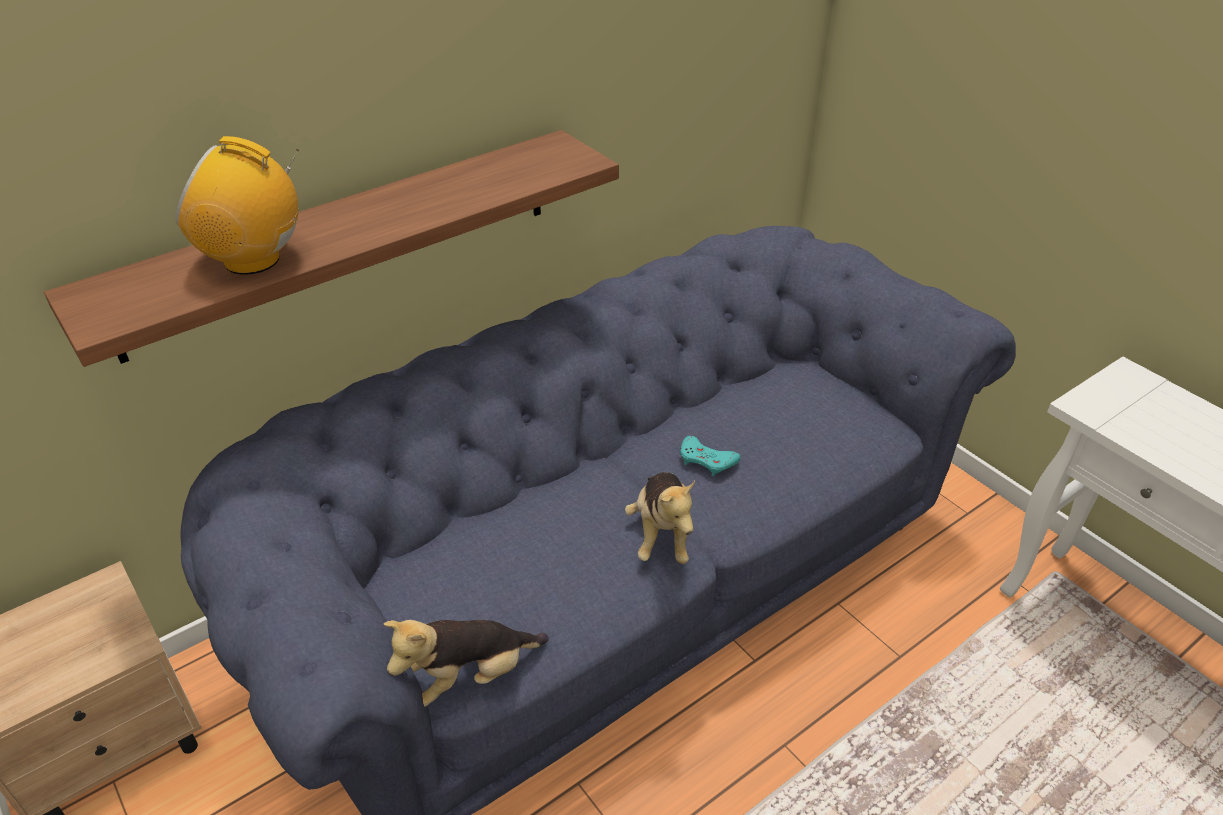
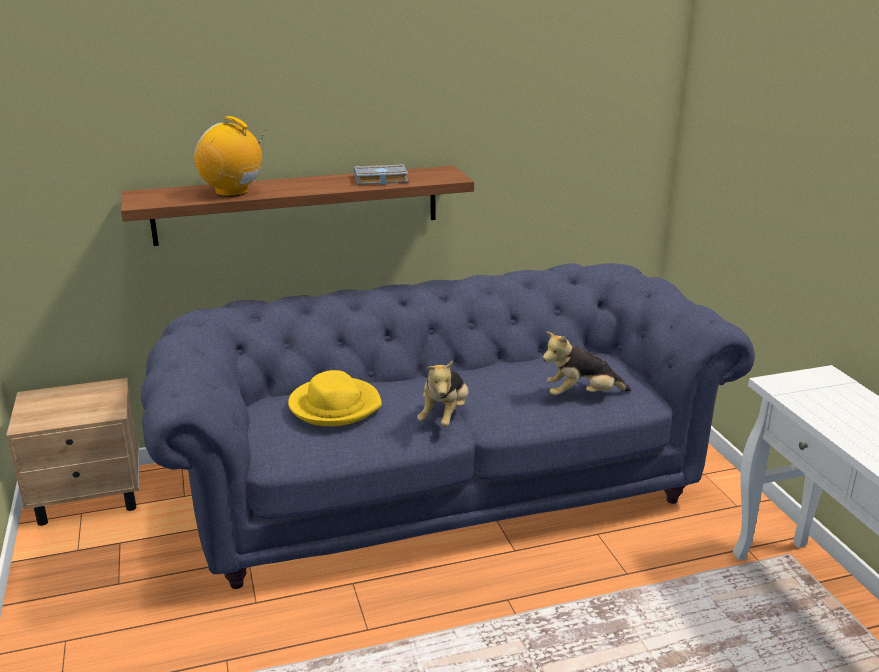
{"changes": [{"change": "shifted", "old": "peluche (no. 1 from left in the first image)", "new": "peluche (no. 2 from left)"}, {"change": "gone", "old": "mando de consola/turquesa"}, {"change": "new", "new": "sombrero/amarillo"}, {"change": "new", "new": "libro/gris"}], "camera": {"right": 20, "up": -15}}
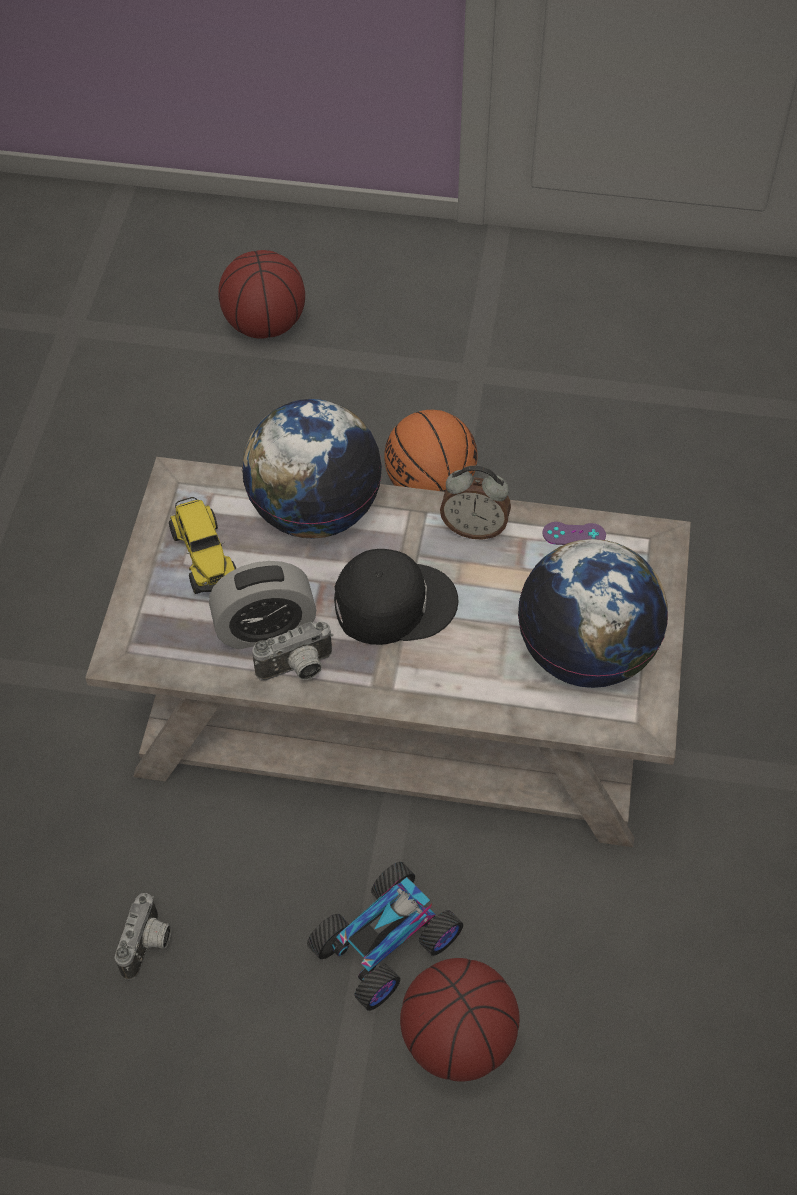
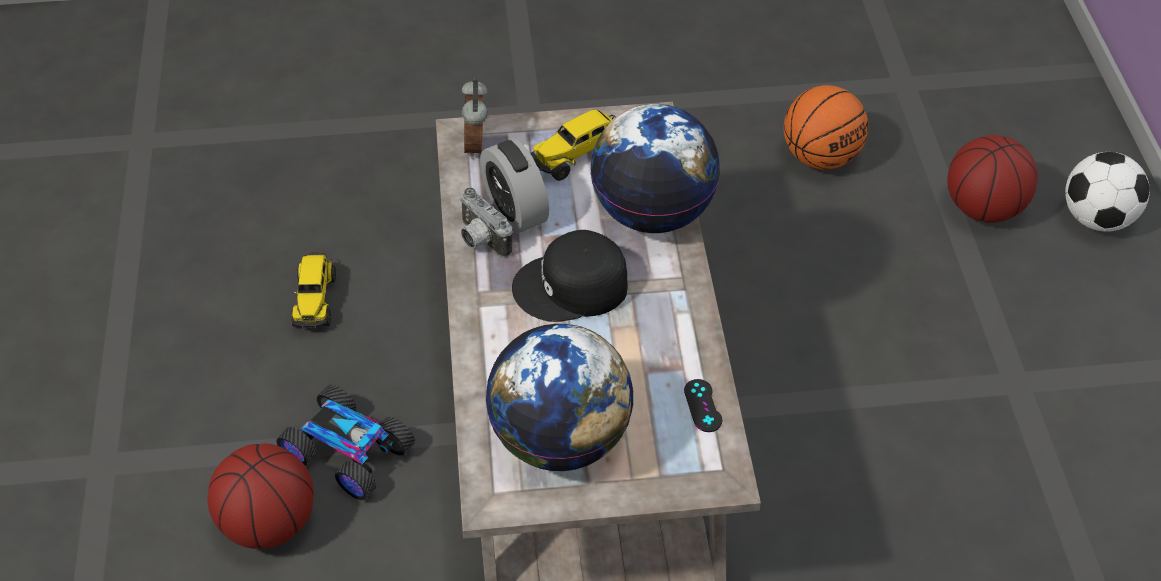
{"changes": [{"change": "swapped", "old": "cámara (no. 1 from left)", "new": "camión de juguete (no. 1 from left)"}, {"change": "rotated", "old": "gorra/negro", "degrees": 105}, {"change": "shifted", "old": "balón de baloncesto (no. 2 from left)"}, {"change": "shifted", "old": "despertador (no. 2 from left in the first image)", "new": "despertador (no. 1 from left)"}, {"change": "repainted", "old": "mando de consola/morado", "new": "mando de consola/negro"}, {"change": "new", "new": "balón de fútbol"}], "camera": {"right": 75, "up": -5}}
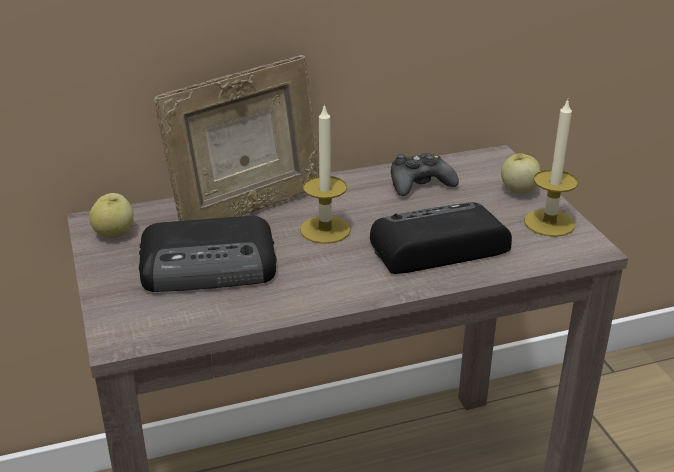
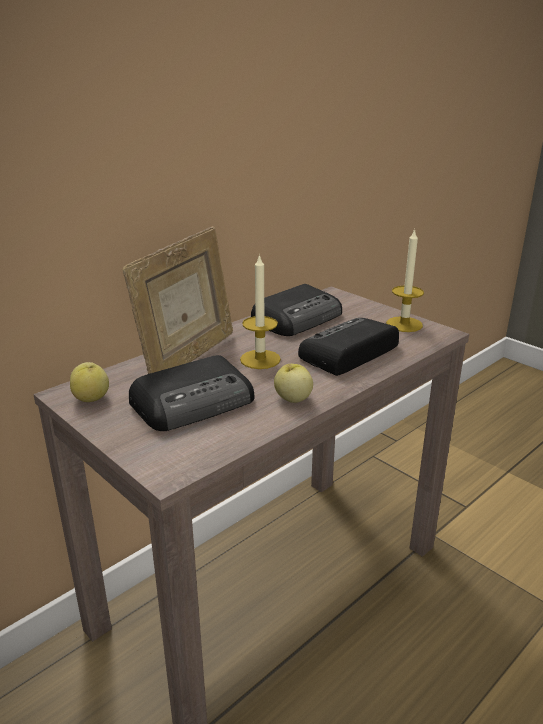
{"changes": [{"change": "swapped", "old": "mando de consola/negro", "new": "radio (no. 2 from left)"}, {"change": "shifted", "old": "manzana (no. 2 from left)"}], "camera": {"right": -25, "up": -5}}
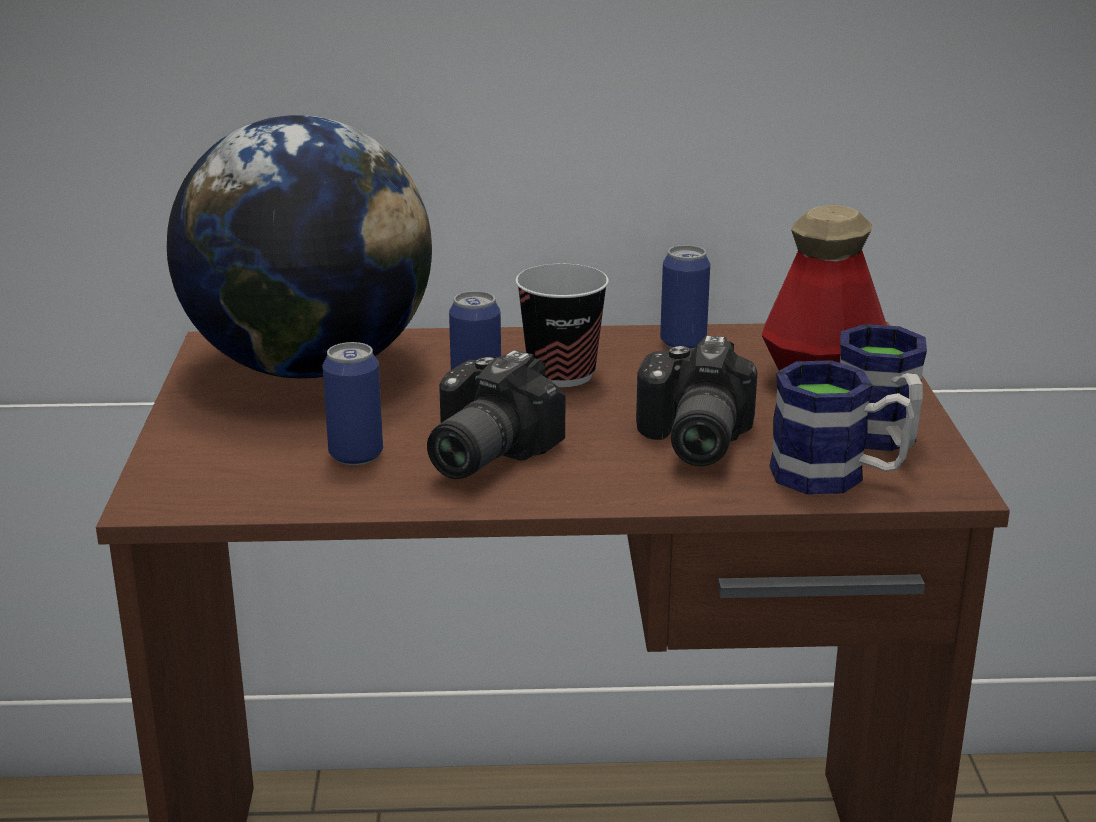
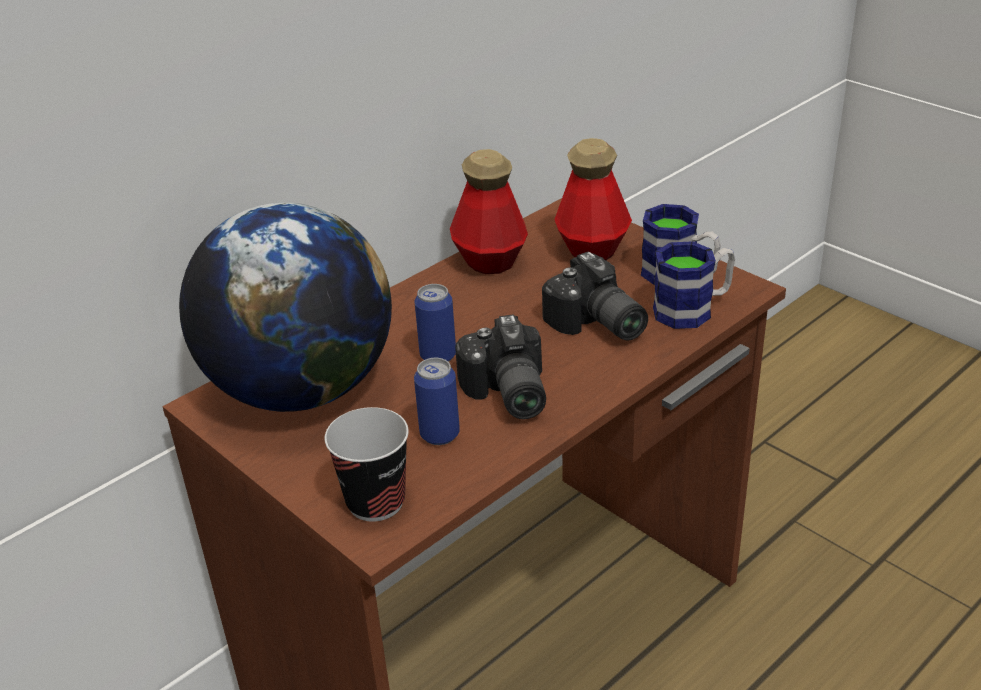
{"changes": [{"change": "shifted", "old": "taza"}, {"change": "swapped", "old": "lata (no. 3 from left)", "new": "botella (no. 1 from left)"}], "camera": {"right": -40, "up": 10}}
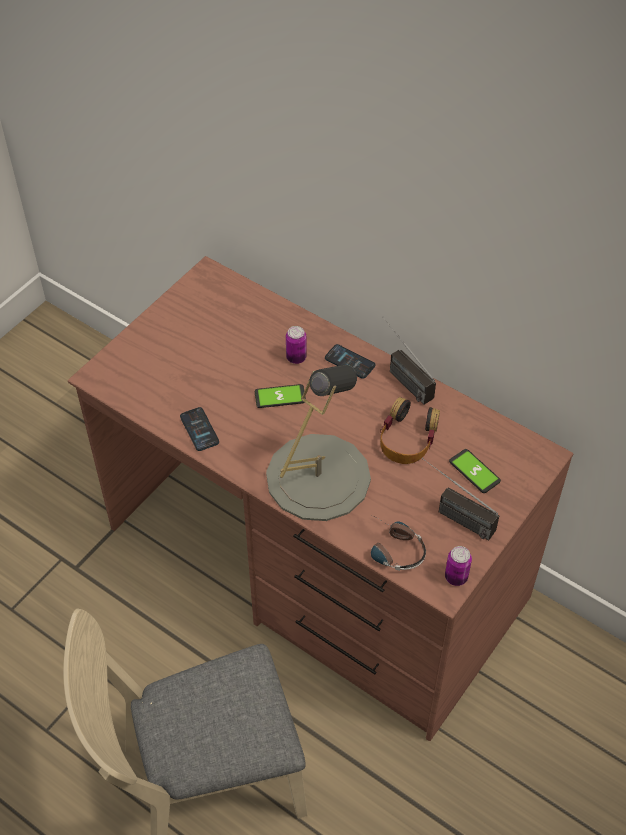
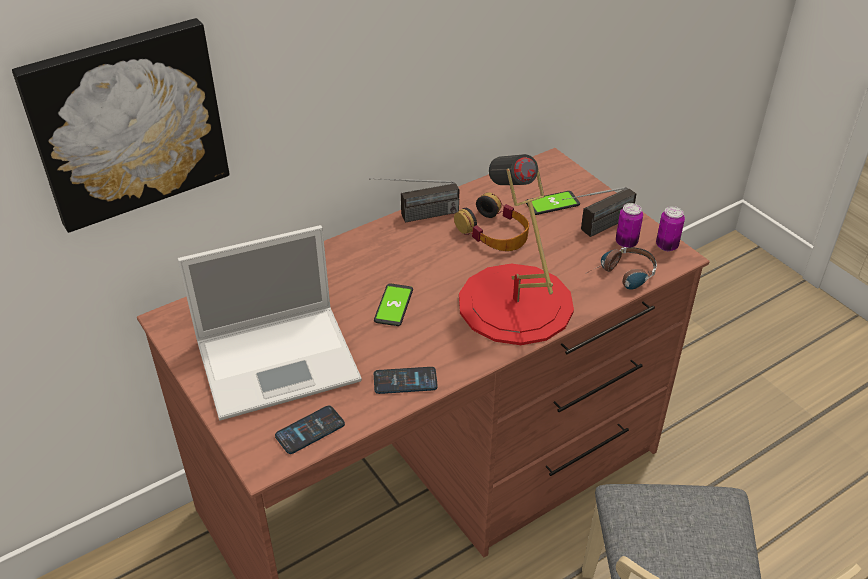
{"changes": [{"change": "repainted", "old": "lámpara de mesa/gris", "new": "lámpara de mesa/rojo"}, {"change": "shifted", "old": "lata (no. 1 from left)"}, {"change": "shifted", "old": "móvil (no. 3 from left in the first image)", "new": "móvil (no. 1 from left)"}, {"change": "new", "new": "cuadro"}, {"change": "new", "new": "portátil"}], "camera": {"right": -70, "up": -10}}
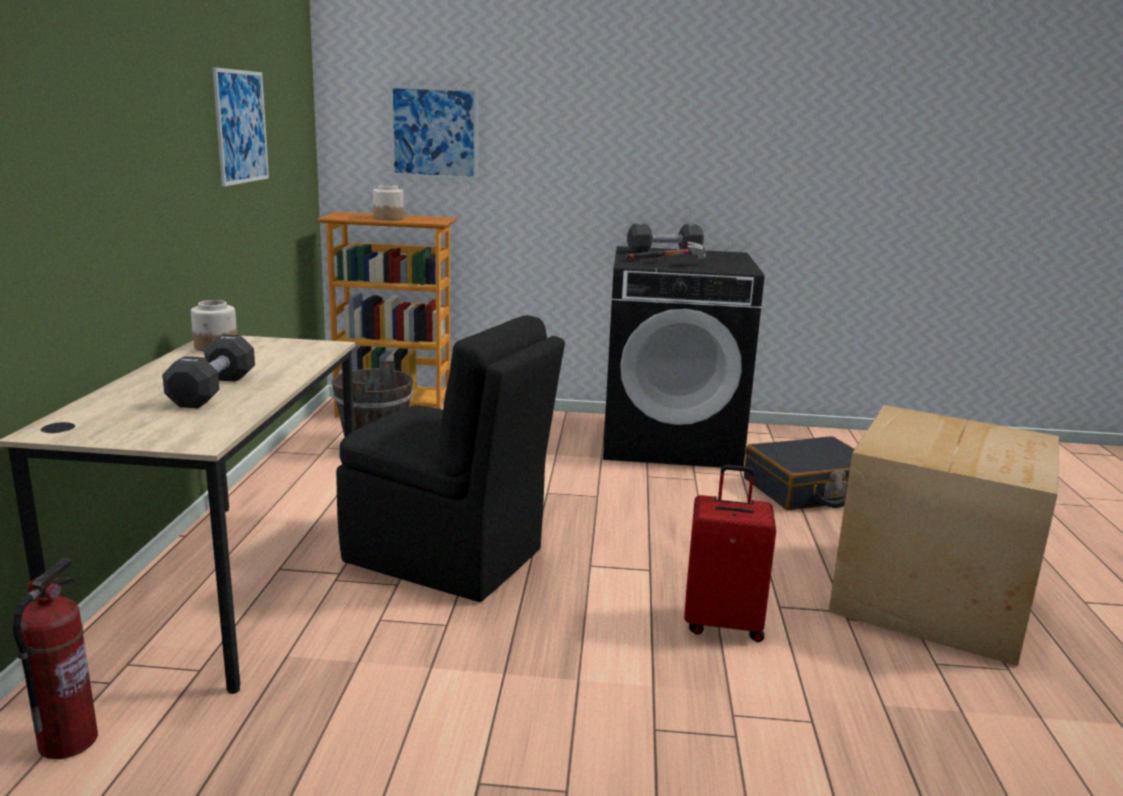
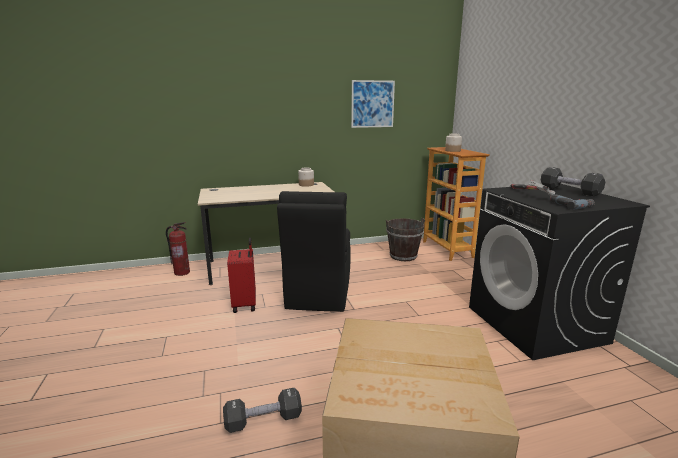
{"changes": [{"change": "shifted", "old": "mancuerna/negro (no. 1 from left)"}, {"change": "gone", "old": "cuadro (no. 2 from left)"}, {"change": "shifted", "old": "maleta/rojo"}, {"change": "gone", "old": "maleta/negro"}, {"change": "new", "new": "taladro"}], "camera": {"right": 70, "up": 0}}
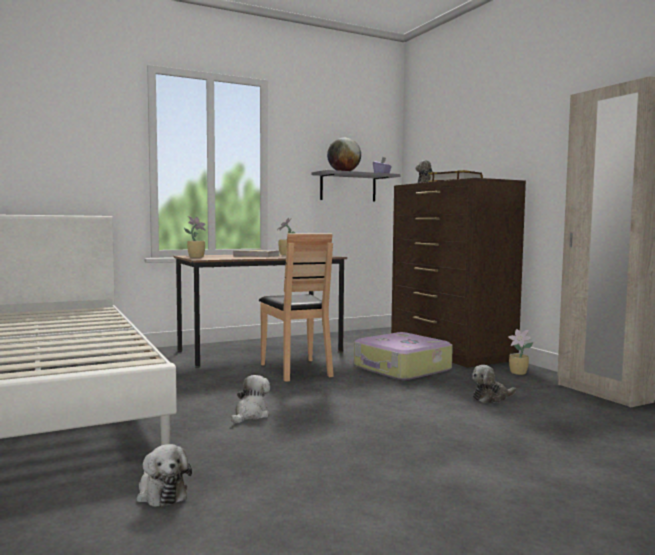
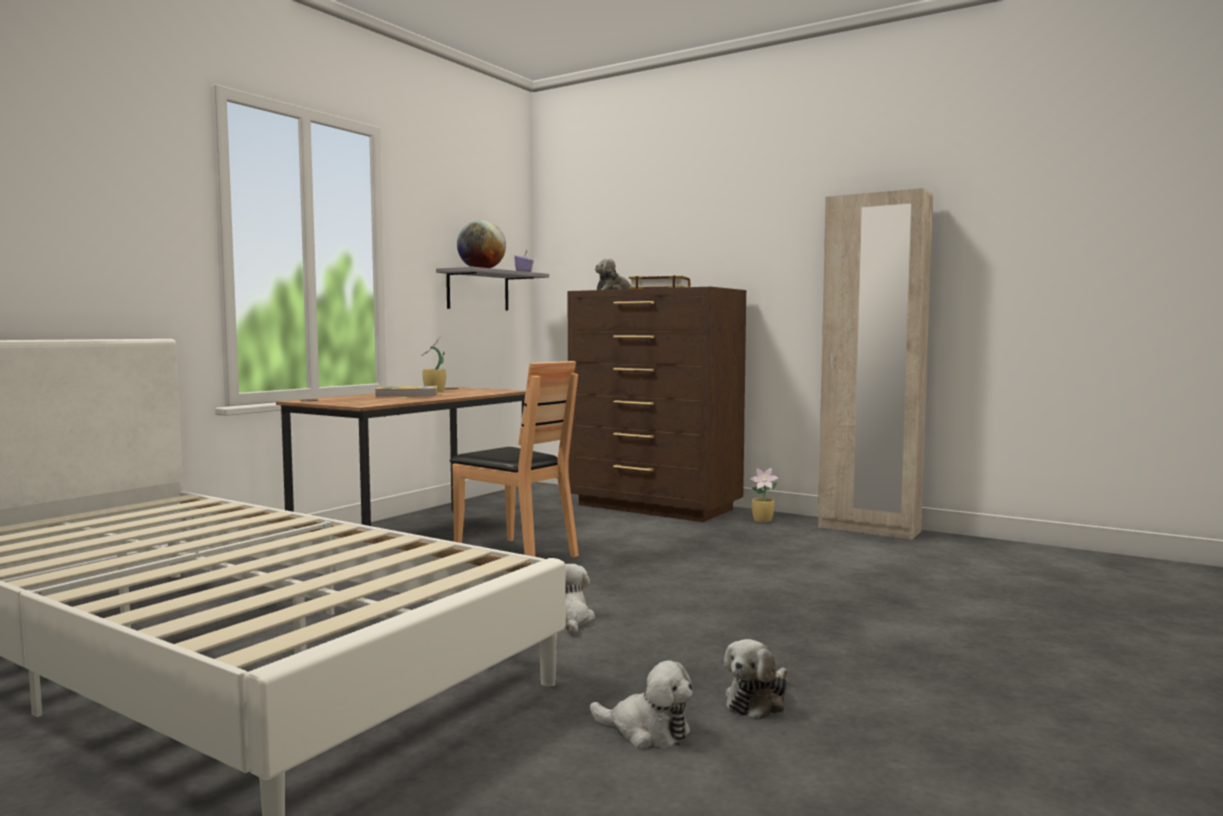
{"changes": [{"change": "gone", "old": "planta en maceta (no. 1 from left)"}, {"change": "gone", "old": "maleta"}, {"change": "shifted", "old": "peluche (no. 4 from left)"}], "camera": {"right": -30, "up": 0}}
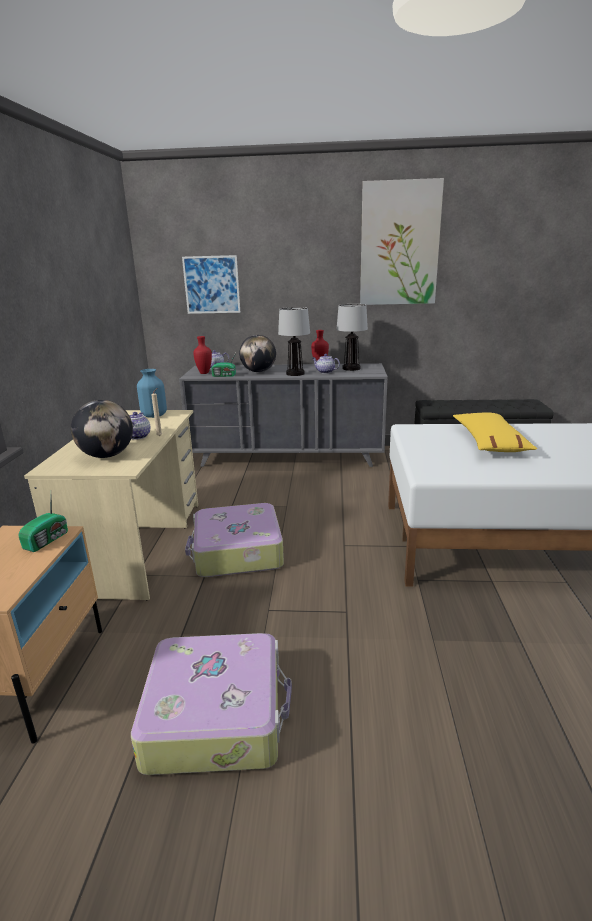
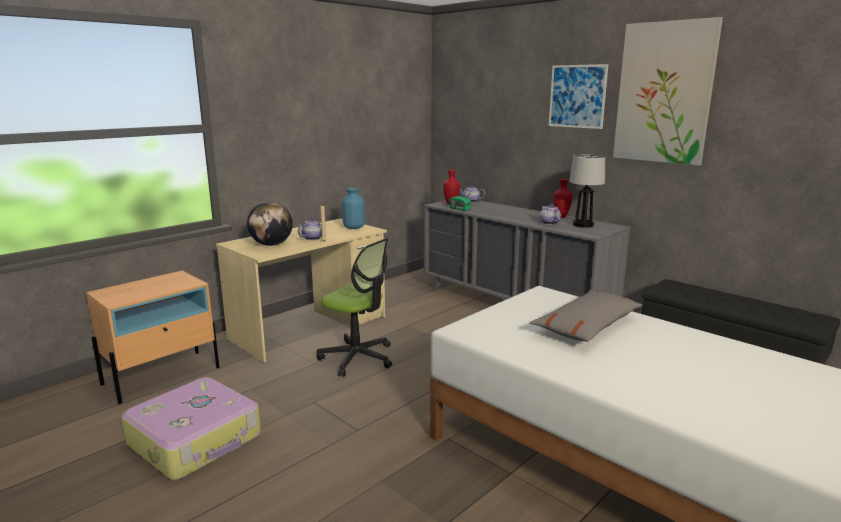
{"changes": [{"change": "gone", "old": "radio (no. 1 from left)"}, {"change": "shifted", "old": "cuadro (no. 1 from left)"}, {"change": "swapped", "old": "maleta (no. 2 from left)", "new": "silla de oficina"}, {"change": "gone", "old": "globo terráqueo (no. 2 from left)"}, {"change": "gone", "old": "lámpara de mesa (no. 1 from left)"}, {"change": "repainted", "old": "cojín/amarillo", "new": "cojín/gris"}], "camera": {"right": 40, "up": -5}}
